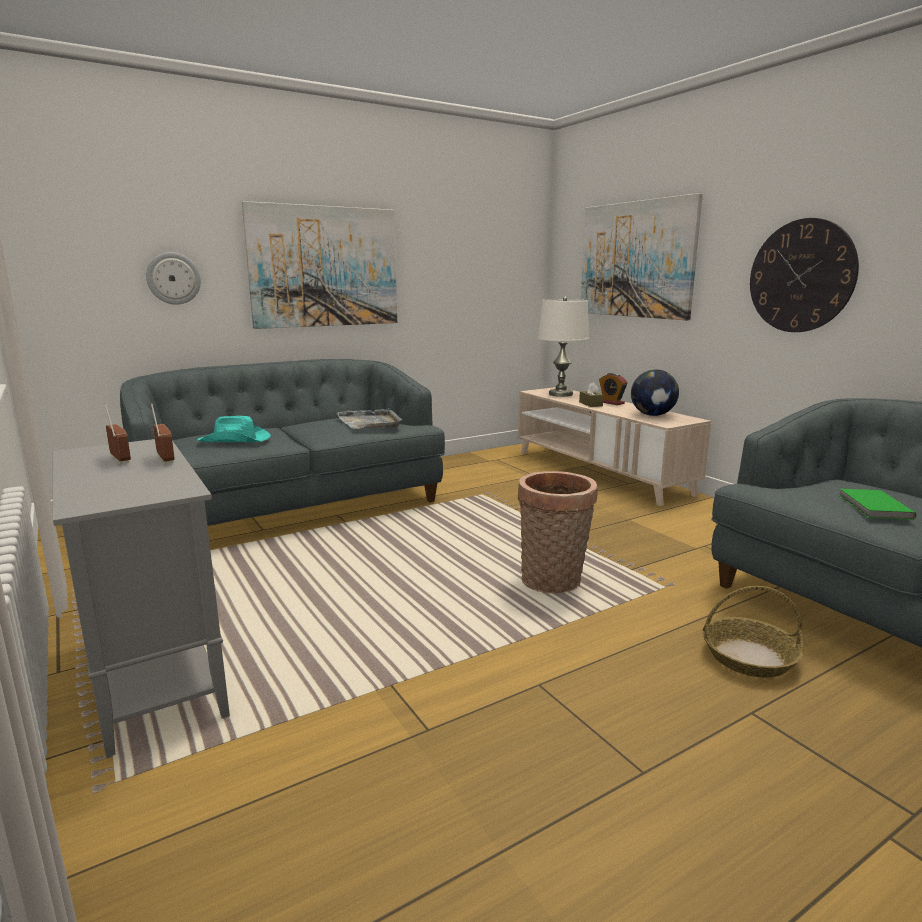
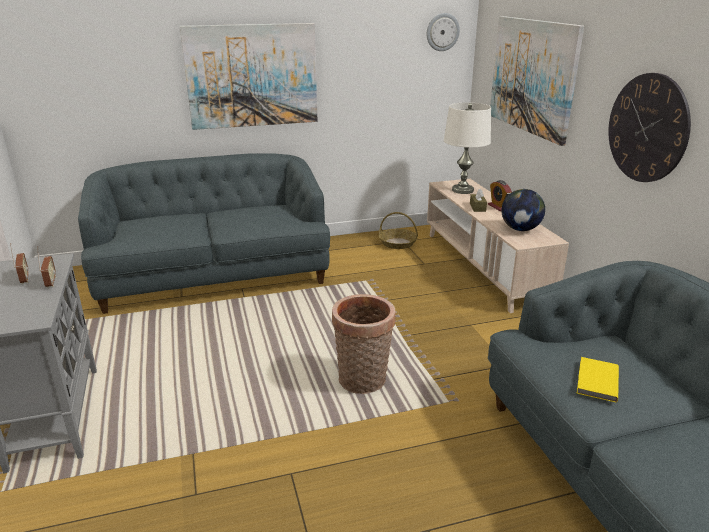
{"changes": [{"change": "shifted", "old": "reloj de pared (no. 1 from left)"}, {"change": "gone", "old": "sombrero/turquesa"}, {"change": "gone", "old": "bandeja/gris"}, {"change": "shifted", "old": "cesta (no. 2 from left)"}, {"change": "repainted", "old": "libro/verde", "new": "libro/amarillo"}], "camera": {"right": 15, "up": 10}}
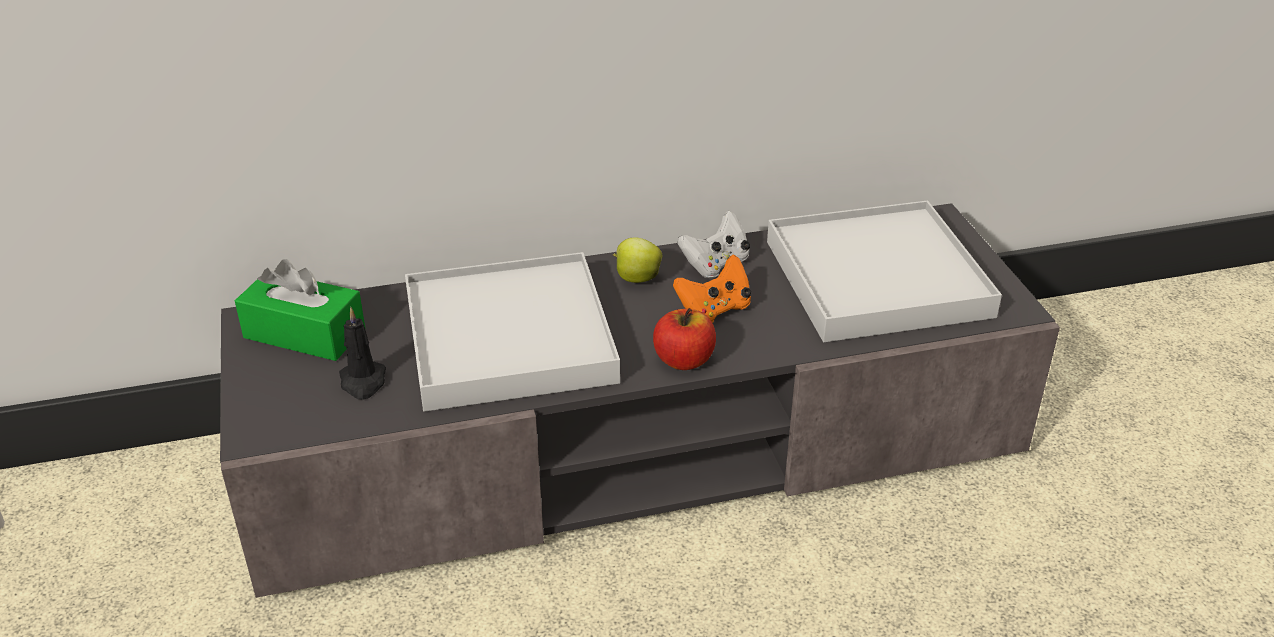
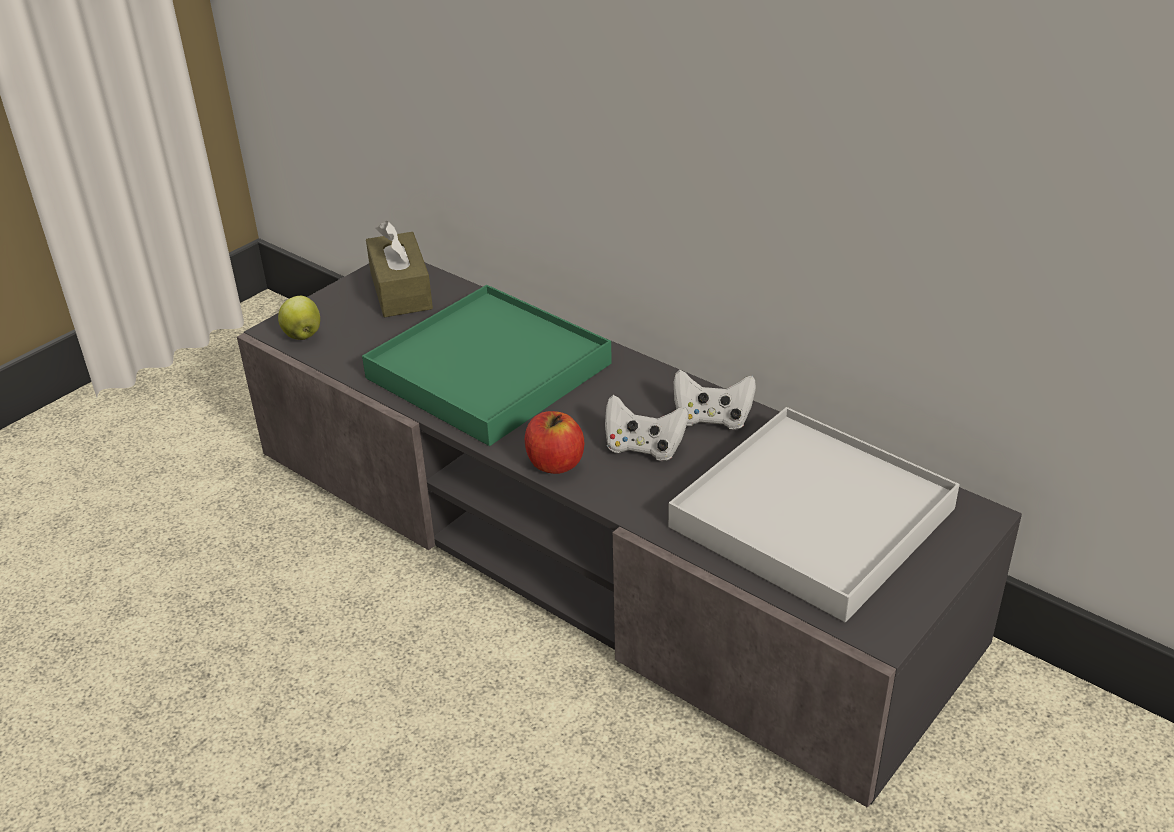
{"changes": [{"change": "repainted", "old": "caja de pañuelos/verde", "new": "caja de pañuelos/marrón"}, {"change": "gone", "old": "vela/negro"}, {"change": "repainted", "old": "bandeja/blanco (no. 1 from left)", "new": "bandeja/verde"}, {"change": "shifted", "old": "manzana (no. 1 from left)"}, {"change": "repainted", "old": "mando de consola/naranja", "new": "mando de consola/blanco (no. 1 from left)"}], "camera": {"right": 55, "up": 0}}
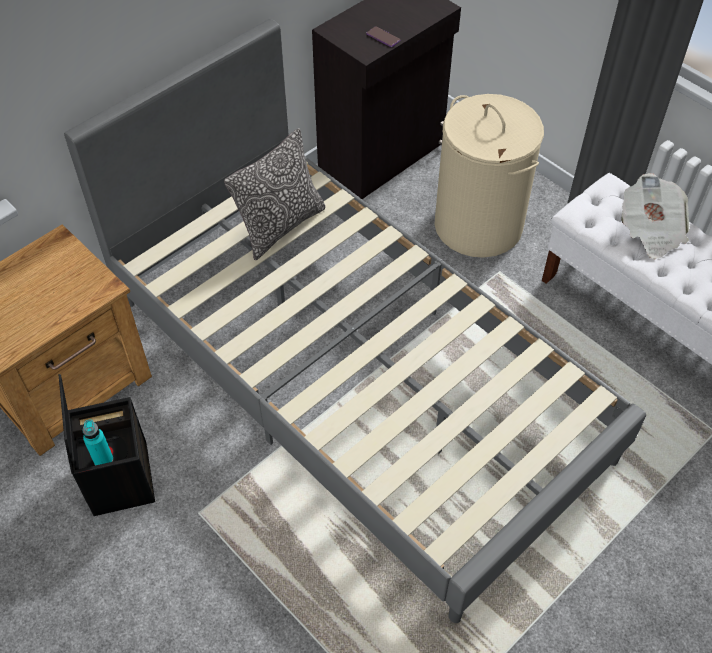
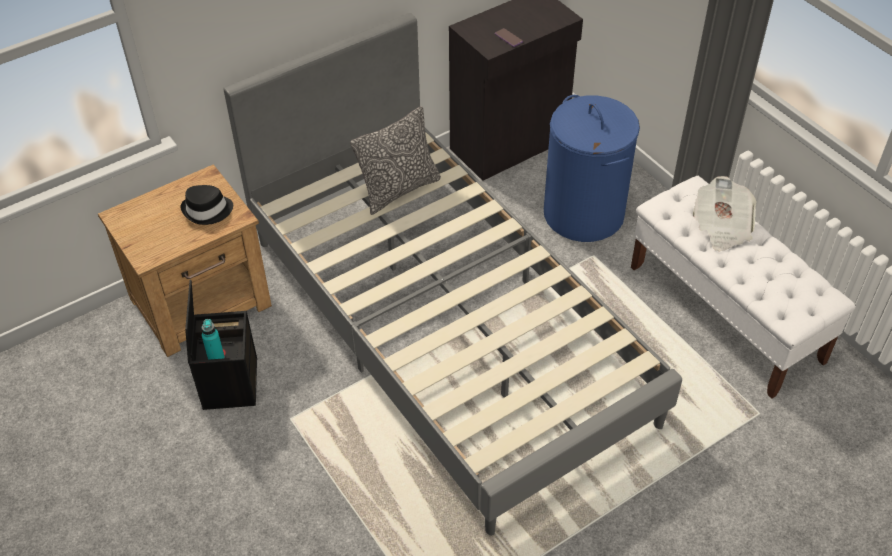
{"changes": [{"change": "repainted", "old": "cesto de la ropa/beis", "new": "cesto de la ropa/azul"}, {"change": "new", "new": "sombrero/negro"}], "camera": {"right": 10, "up": -5}}
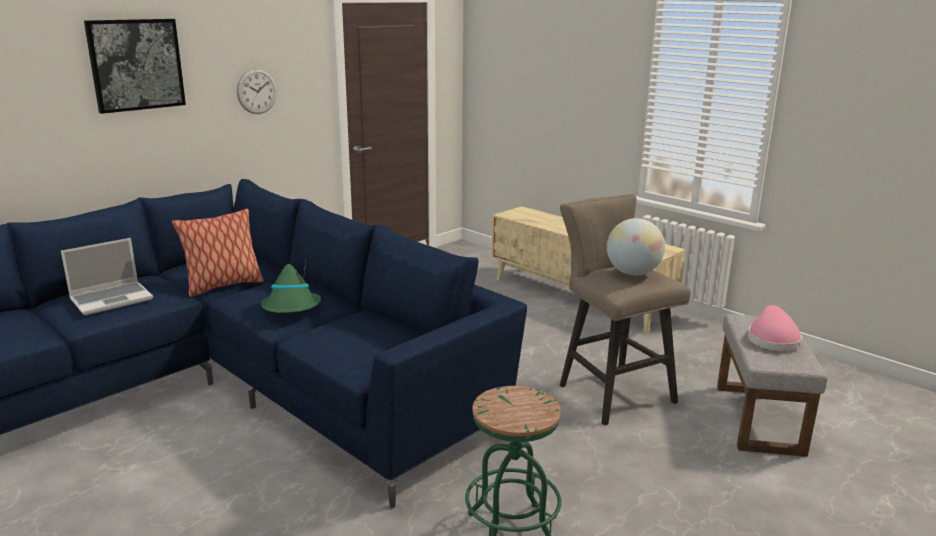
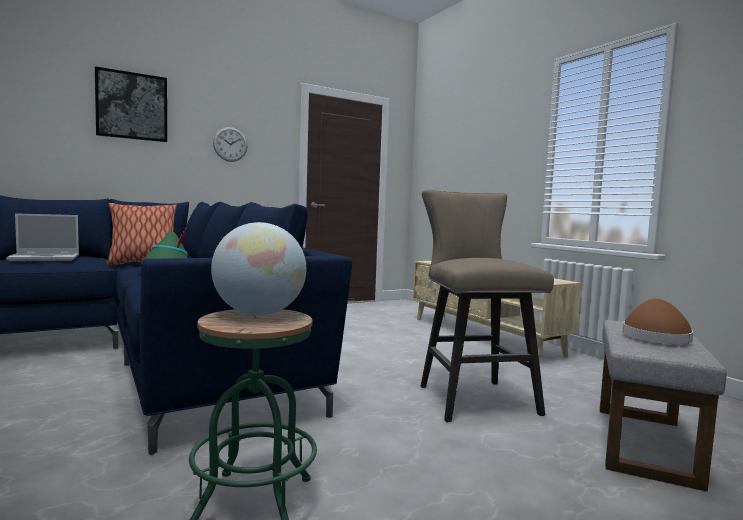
{"changes": [{"change": "shifted", "old": "globo terráqueo"}, {"change": "repainted", "old": "sombrero/rosa", "new": "sombrero/marrón"}], "camera": {"right": 15, "up": -15}}
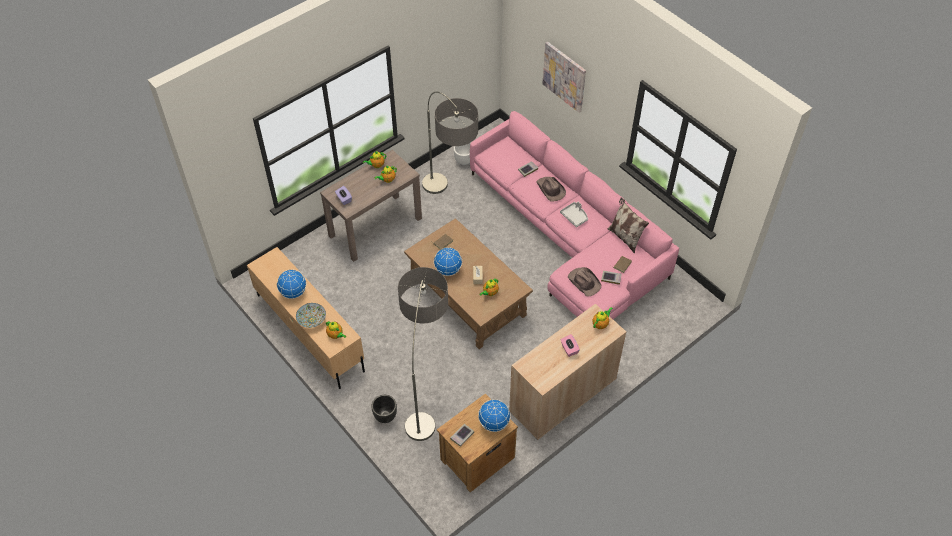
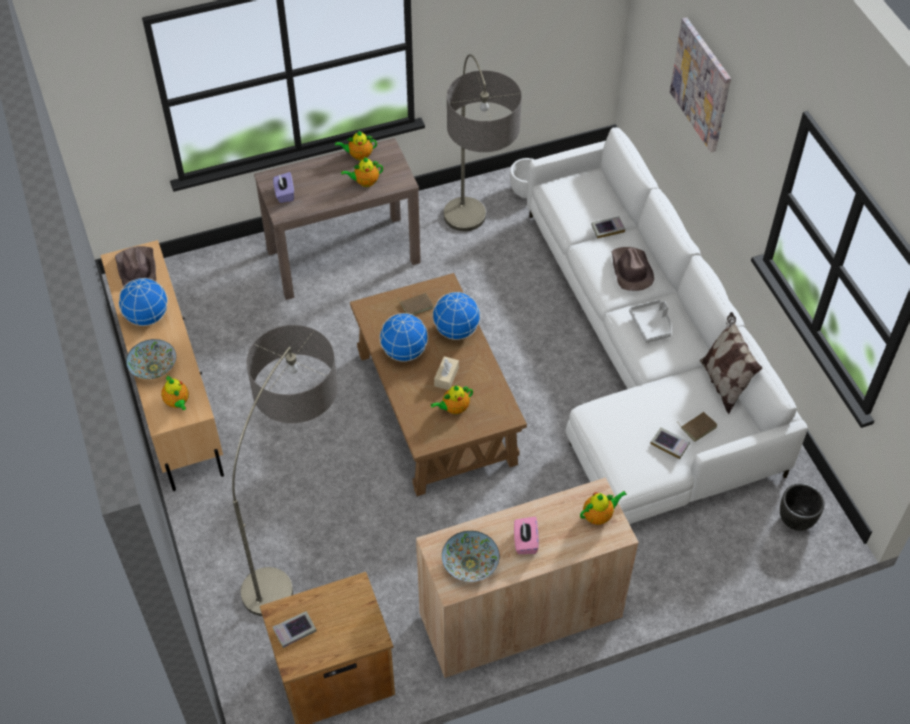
{"changes": [{"change": "shifted", "old": "maceta/negro"}, {"change": "repainted", "old": "sofá/rosa", "new": "sofá/blanco"}, {"change": "shifted", "old": "globo terráqueo (no. 3 from left)"}, {"change": "shifted", "old": "sombrero/marrón (no. 2 from left in the first image)", "new": "sombrero/marrón (no. 1 from left)"}, {"change": "new", "new": "cuenco (no. 2 from left)"}], "camera": {"right": 20, "up": 0}}
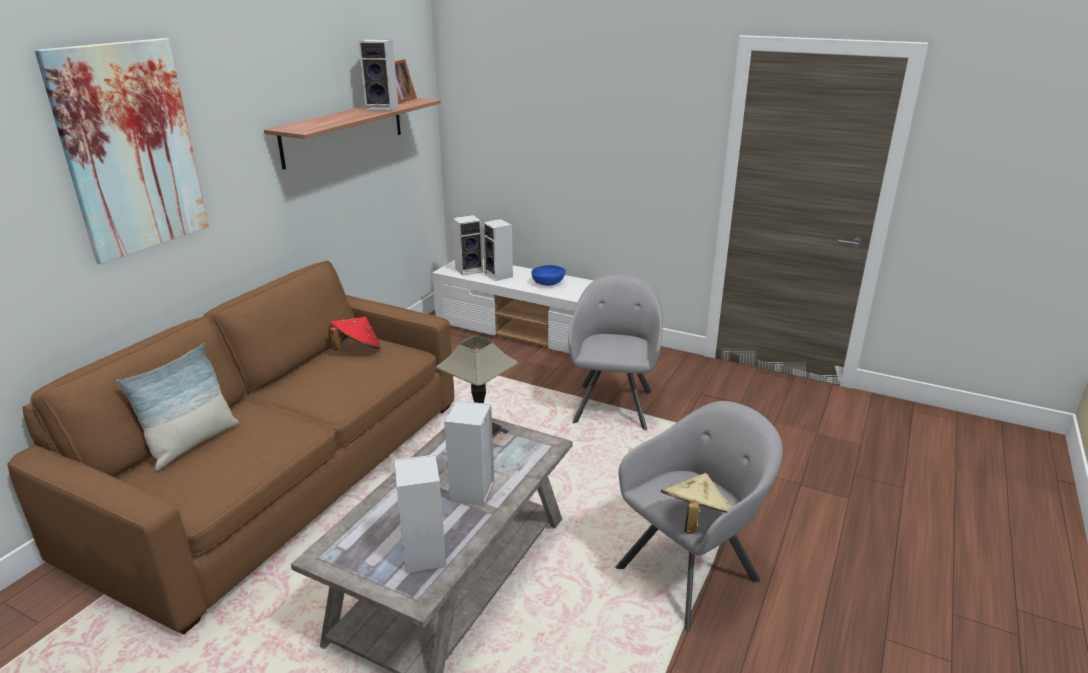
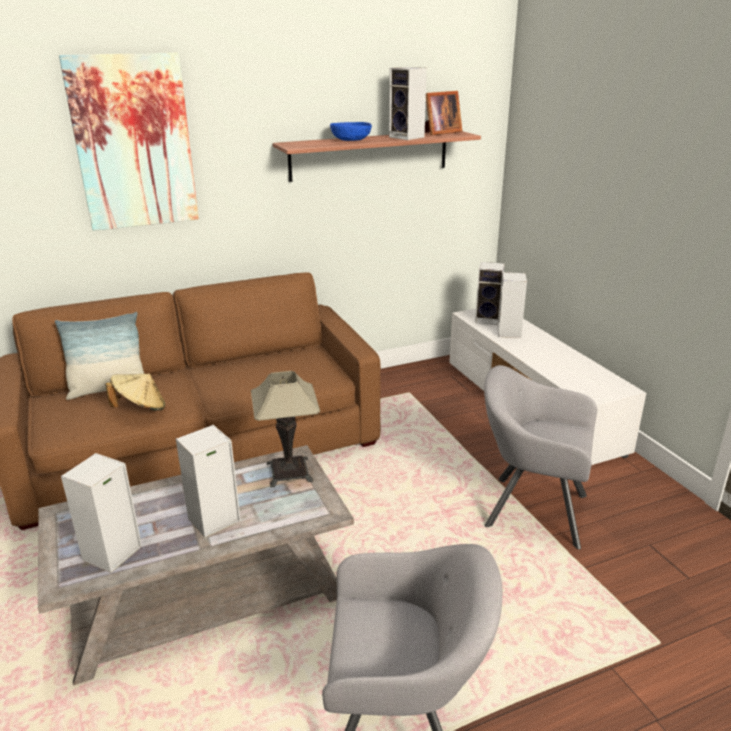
{"changes": [{"change": "gone", "old": "sombrero/rojo"}, {"change": "shifted", "old": "cuenco/azul"}, {"change": "rotated", "old": "sillón/gris (no. 1 from left in the first image)", "degrees": -120}, {"change": "shifted", "old": "sombrero/beis"}], "camera": {"right": 40, "up": 0}}
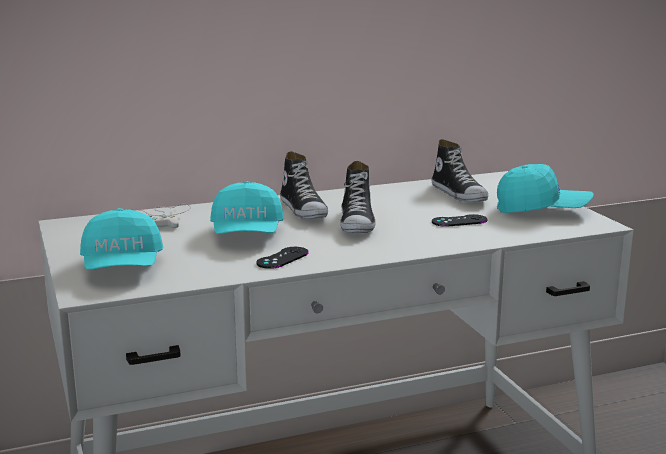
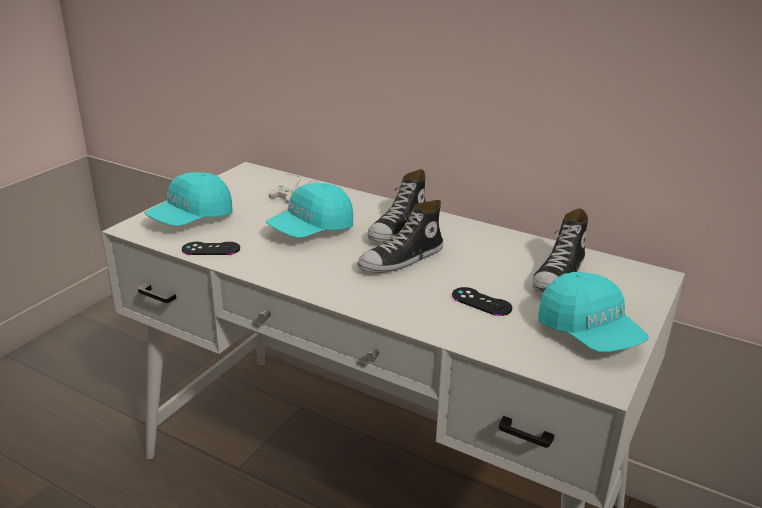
{"changes": [{"change": "shifted", "old": "mando de consola/negro (no. 1 from left)"}], "camera": {"right": 50, "up": 10}}
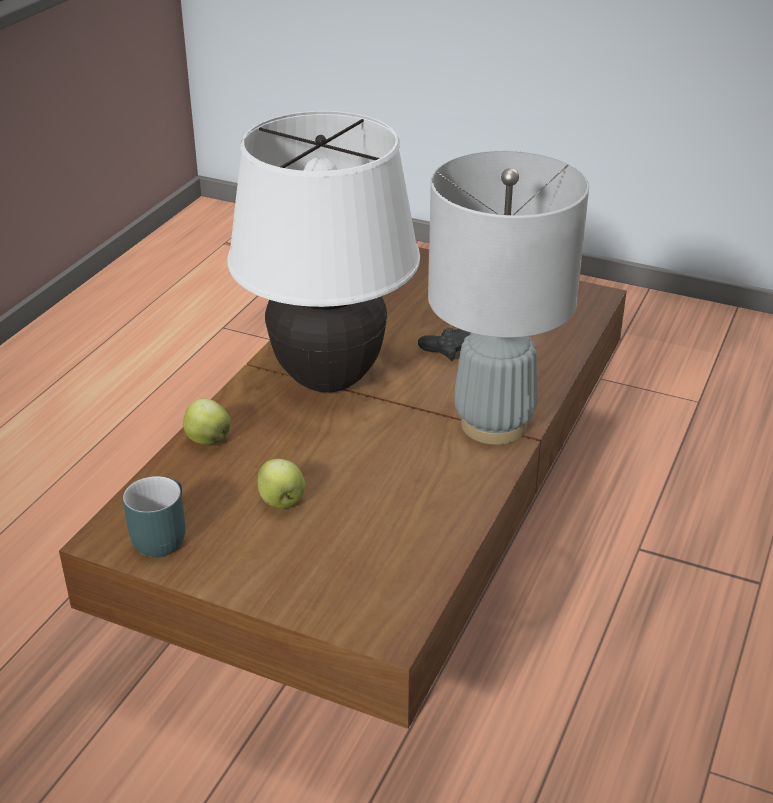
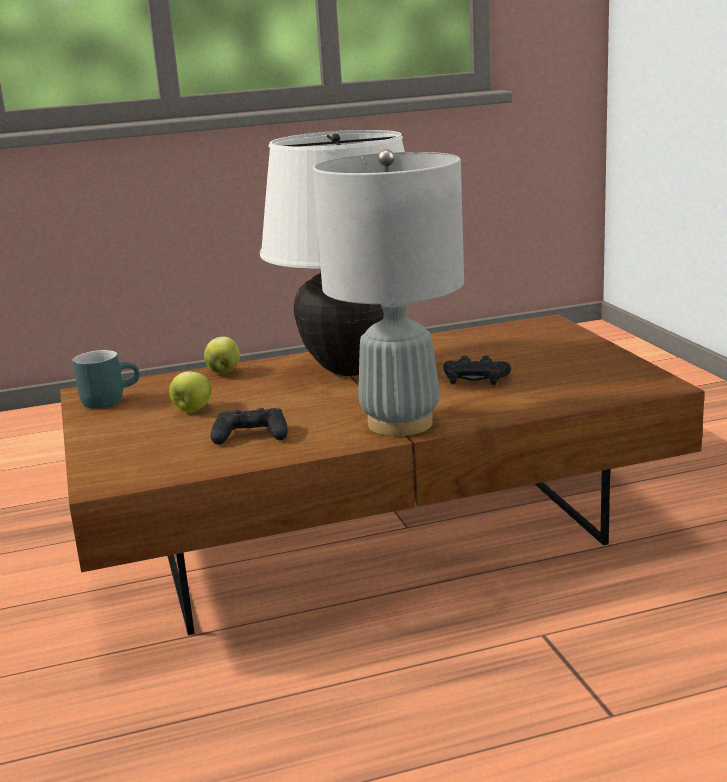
{"changes": [{"change": "new", "new": "mando de consola/negro (no. 1 from left)"}], "camera": {"right": 50, "up": -15}}
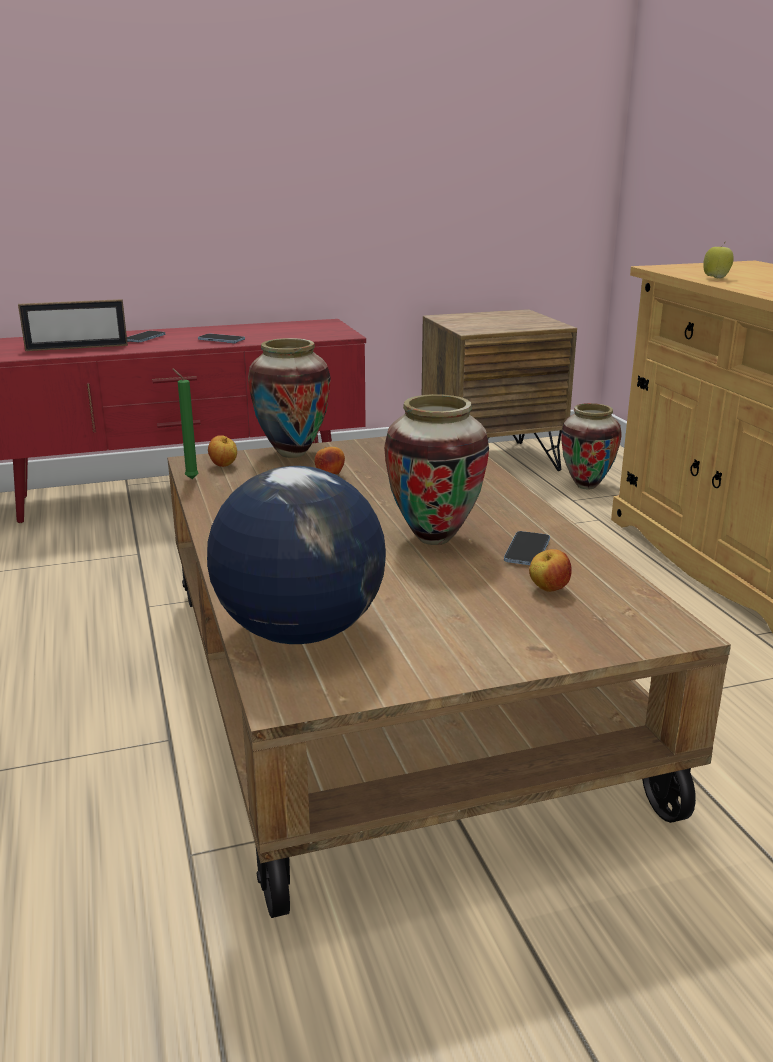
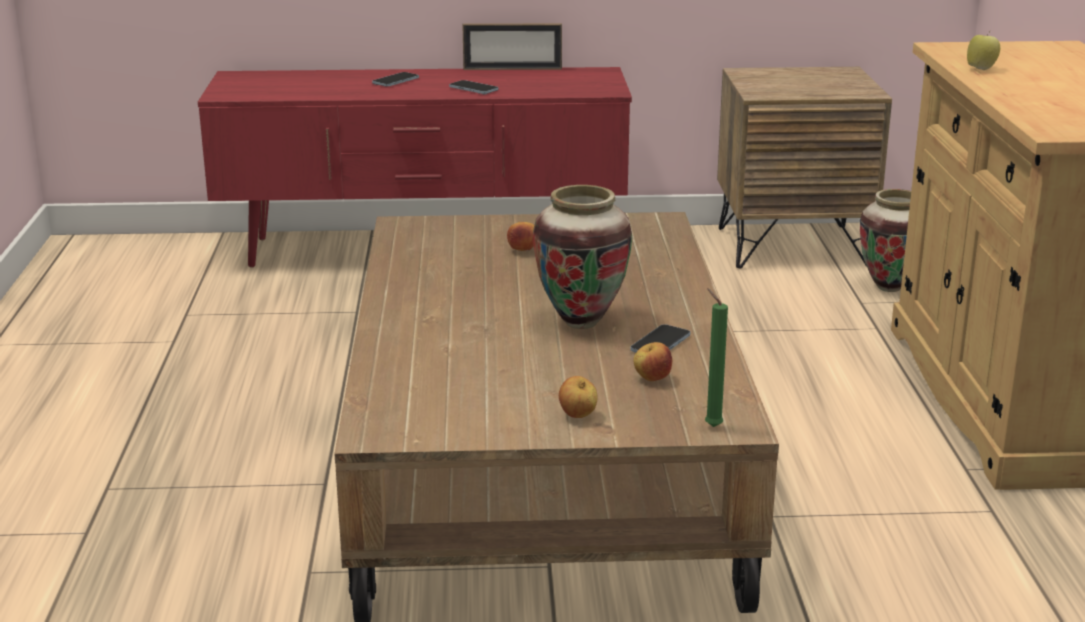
{"changes": [{"change": "shifted", "old": "portarretratos"}, {"change": "shifted", "old": "vela/verde"}, {"change": "gone", "old": "globo terráqueo"}, {"change": "shifted", "old": "manzana (no. 1 from left in the first image)", "new": "manzana (no. 2 from left)"}, {"change": "gone", "old": "florero (no. 1 from left)"}], "camera": {"right": 15, "up": 0}}
